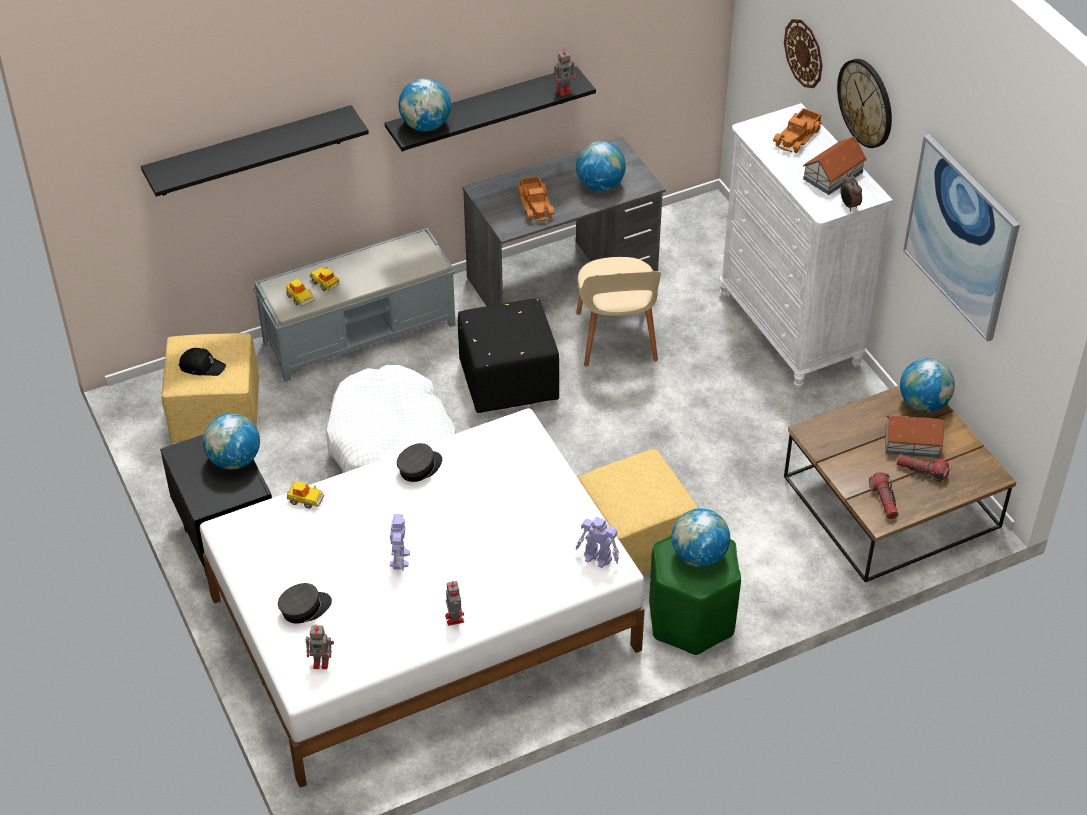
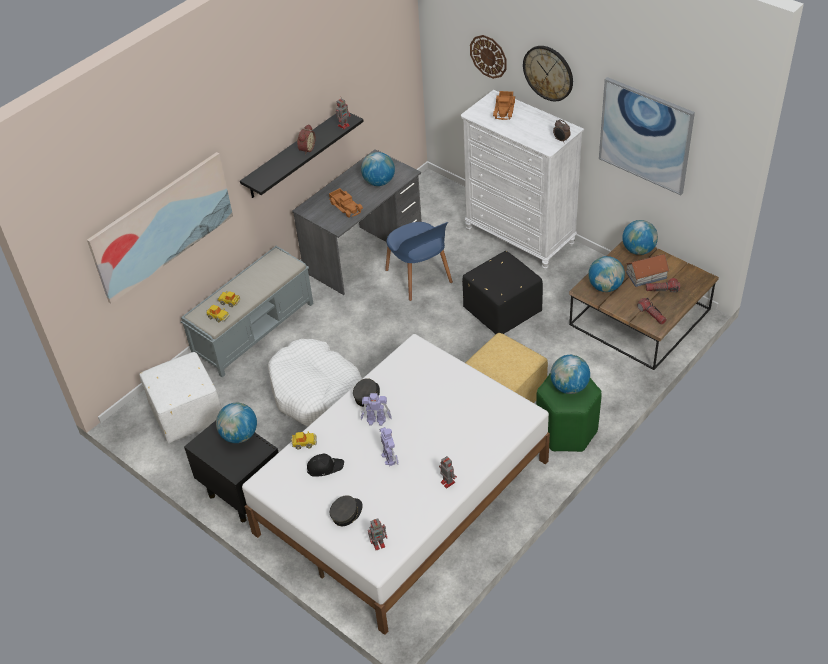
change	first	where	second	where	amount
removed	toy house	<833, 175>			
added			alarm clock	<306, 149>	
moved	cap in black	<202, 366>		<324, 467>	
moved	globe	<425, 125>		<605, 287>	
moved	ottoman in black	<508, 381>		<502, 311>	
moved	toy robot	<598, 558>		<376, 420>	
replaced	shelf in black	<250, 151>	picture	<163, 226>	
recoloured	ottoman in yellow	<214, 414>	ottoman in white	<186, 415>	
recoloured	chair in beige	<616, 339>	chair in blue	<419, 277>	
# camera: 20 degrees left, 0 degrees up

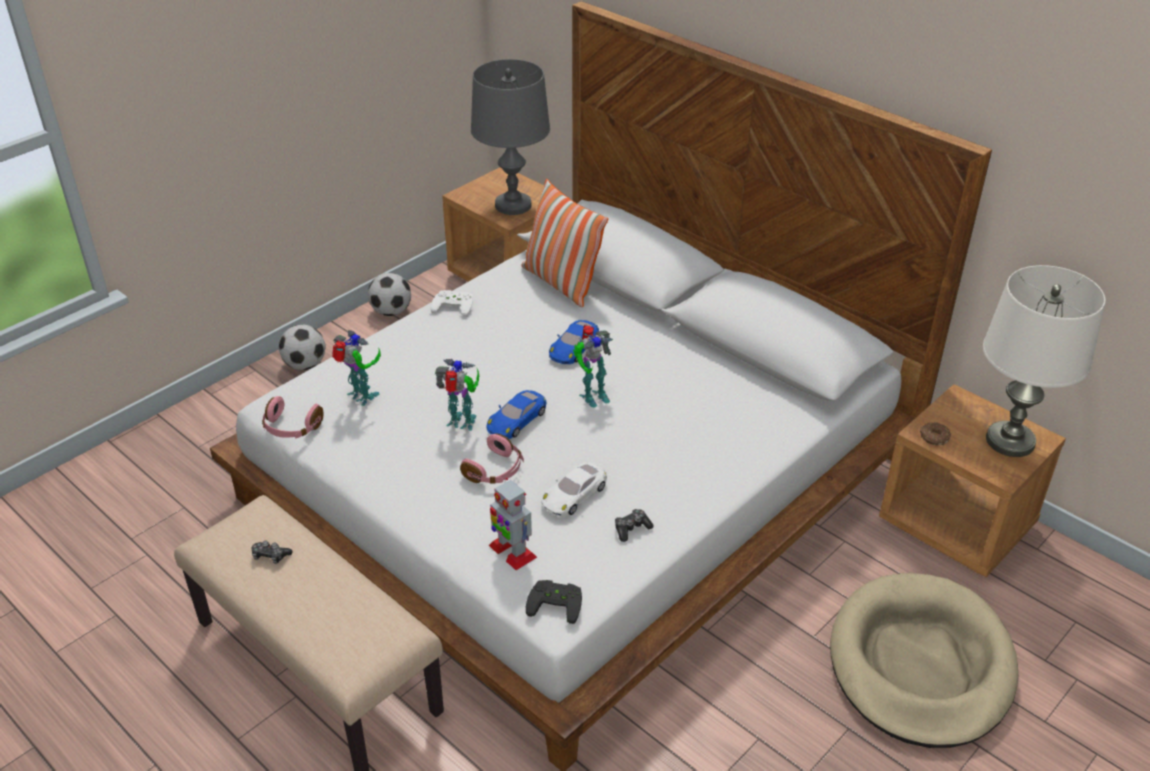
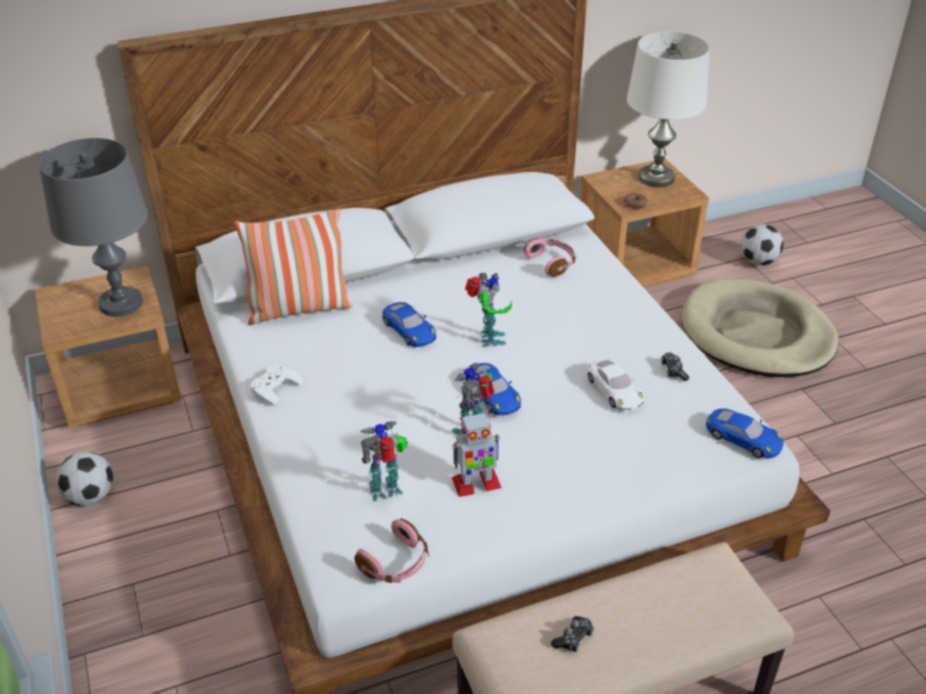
change	first	where	second	where	amount
moved	football	<305, 365>		<758, 262>	
moved	headphones in pink	<495, 470>		<552, 263>	
moved	toy robot	<512, 551>		<476, 483>	
replaced	game controller in black	<556, 602>	toy car in blue	<743, 438>	
# camera: 65 degrees left, 0 degrees up

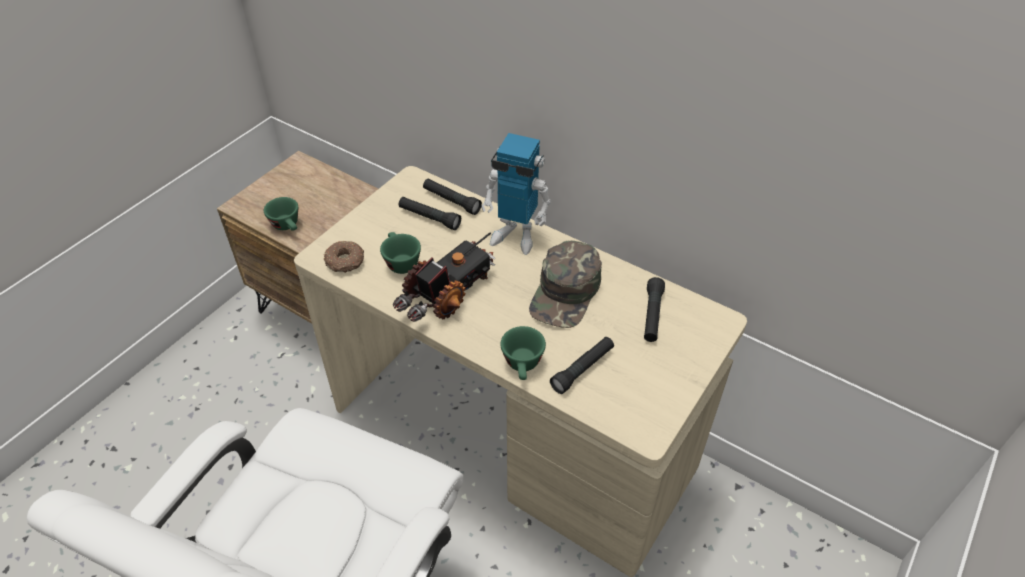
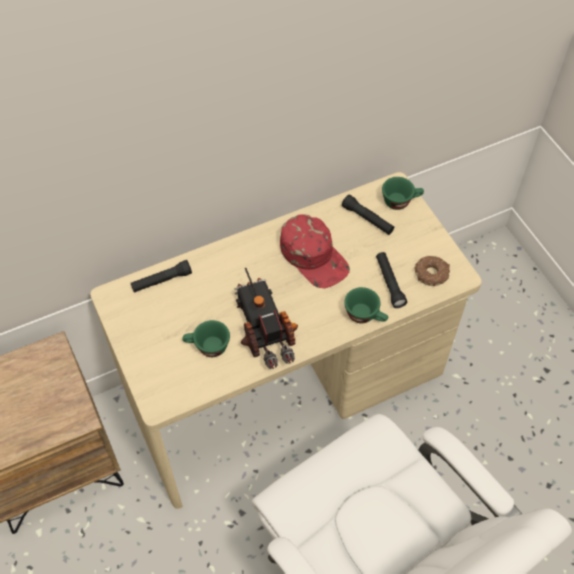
change	first	where	second	where	amount
removed	flashlight in black	<429, 218>			
removed	toy robot	<515, 235>			
moved	cup in green	<288, 226>		<401, 201>	
moved	donut	<345, 262>		<432, 274>	
recoloured	cap in green	<566, 292>	cap in red	<314, 256>	
# camera: 60 degrees left, 10 degrees up

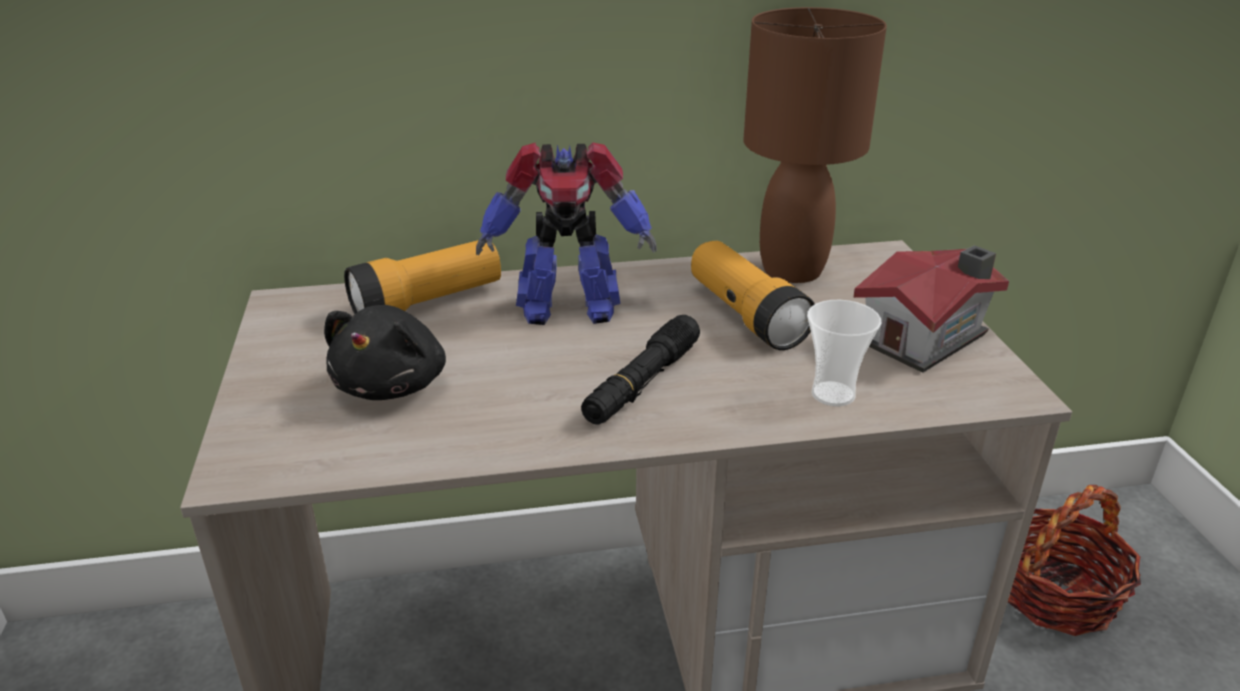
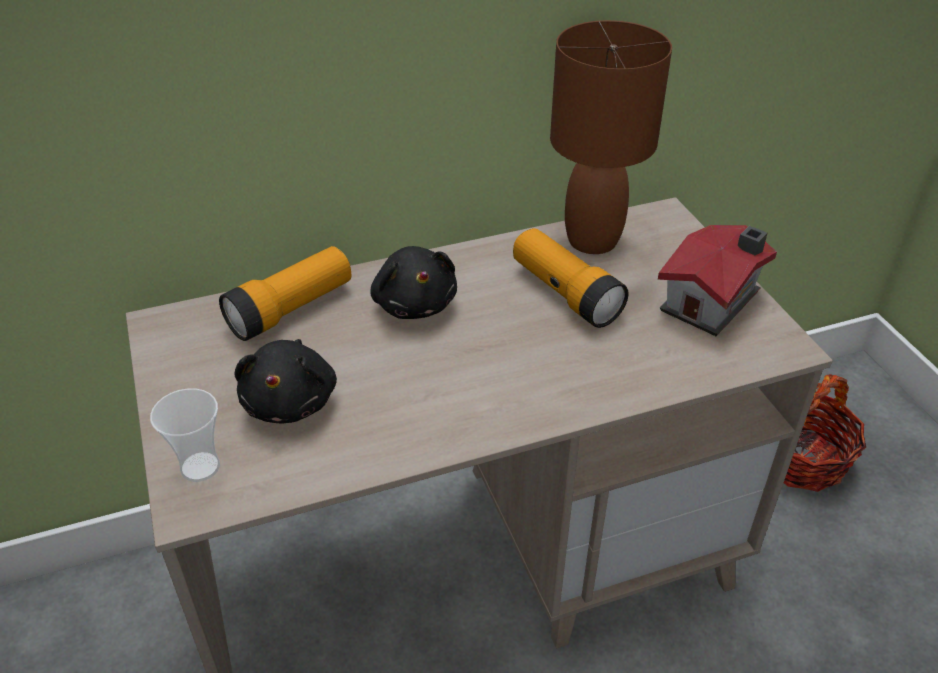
change	first	where	second	where	amount
removed	flashlight in black	<642, 383>			
moved	cup	<833, 394>		<200, 467>	
replaced	toy robot	<567, 309>	plush toy in black	<414, 303>	
# camera: 10 degrees left, 10 degrees up

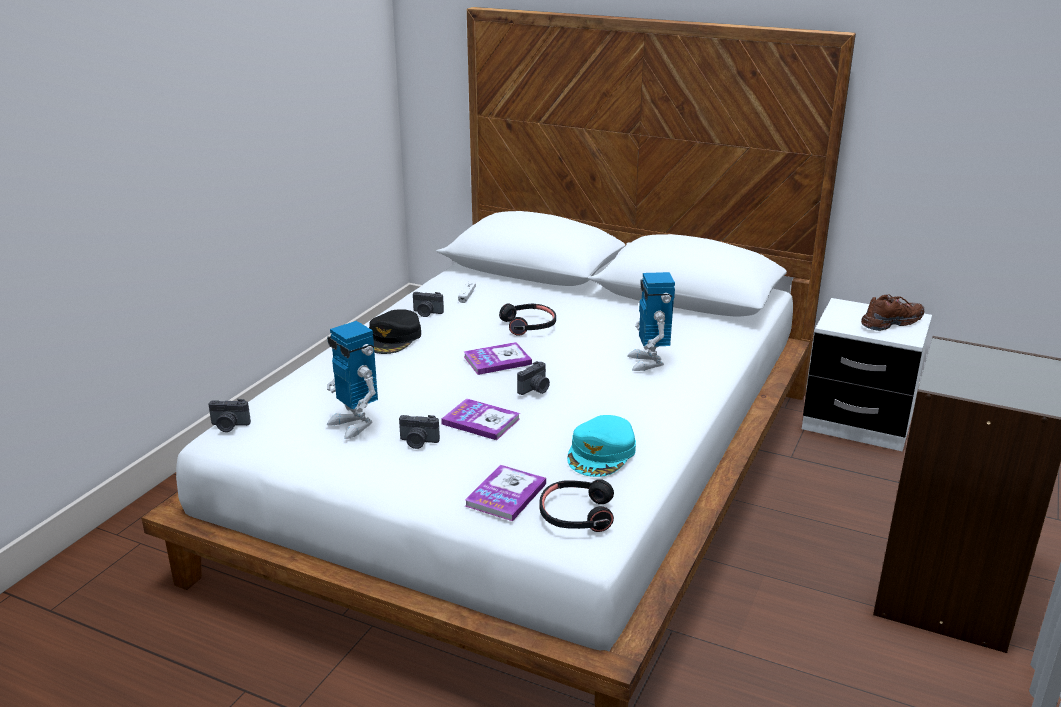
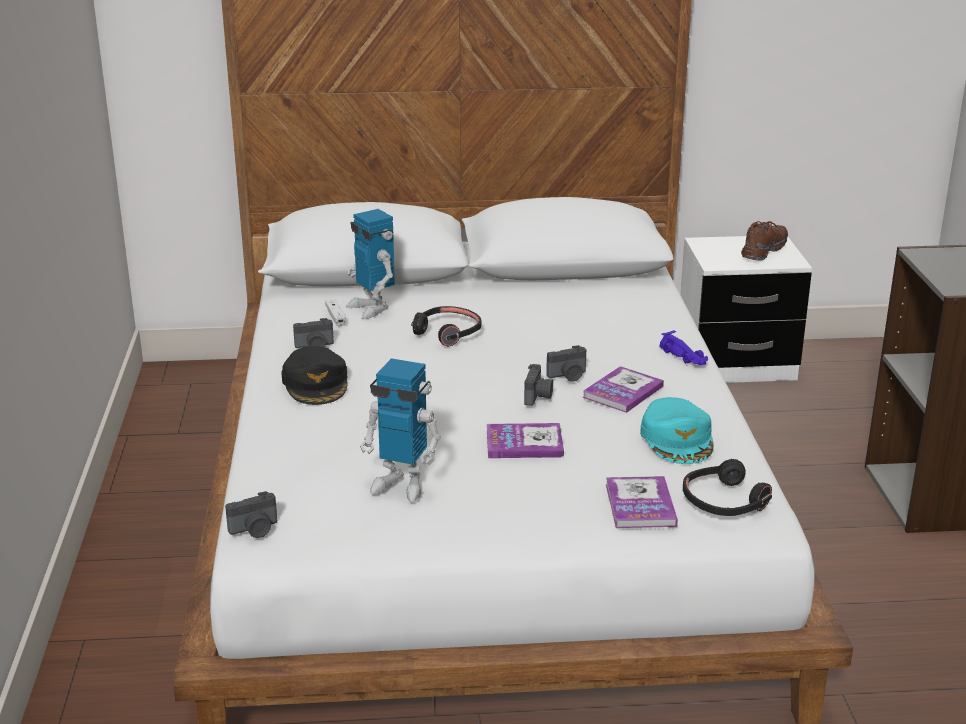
change	first	where	second	where	amount
added			toy car in purple	<684, 357>	
moved	photo camera	<418, 442>		<568, 376>	
moved	book	<497, 360>		<623, 392>	
moved	toy robot	<648, 362>		<372, 308>	
# camera: 30 degrees left, 0 degrees up

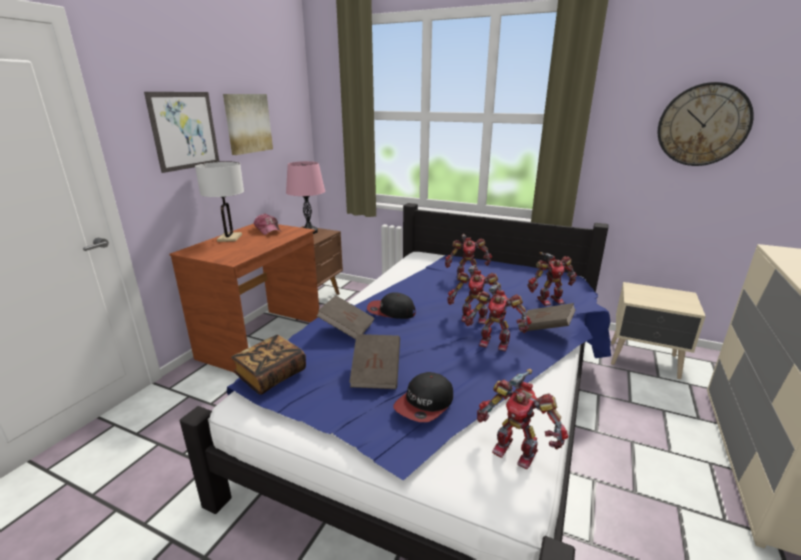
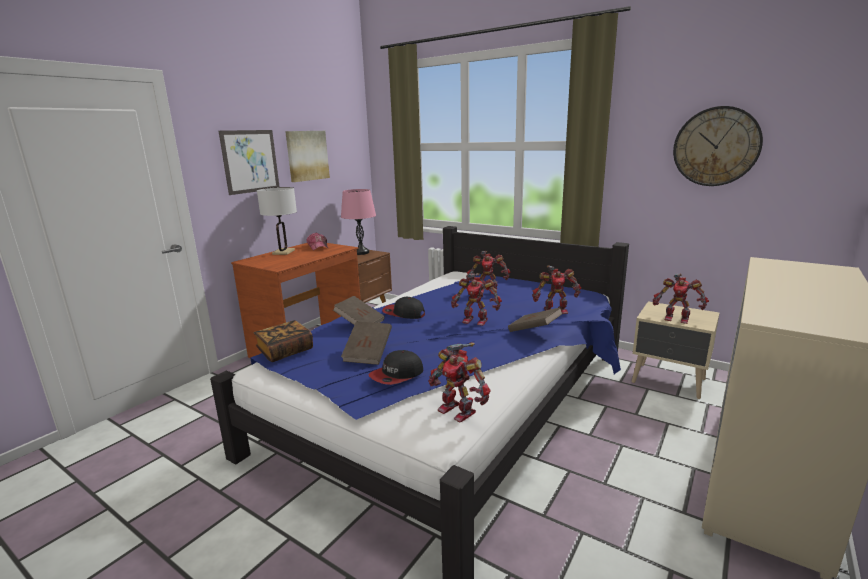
change	first	where	second	where	amount
moved	toy robot	<494, 342>		<676, 318>	
# camera: 10 degrees right, 5 degrees down

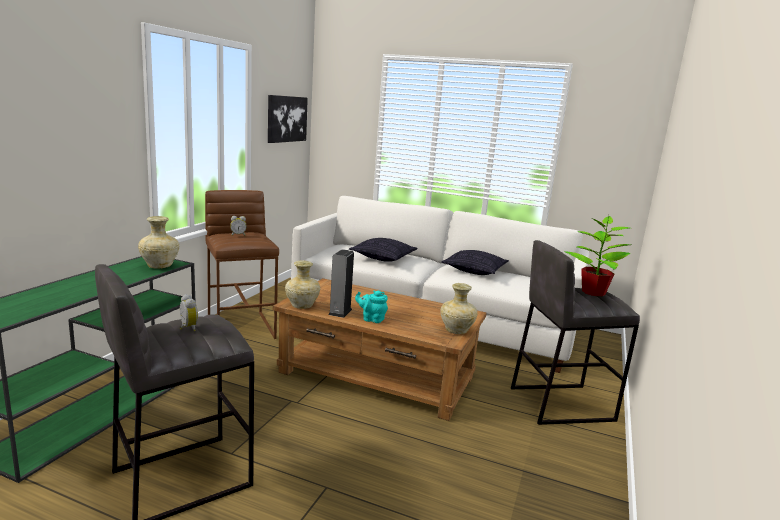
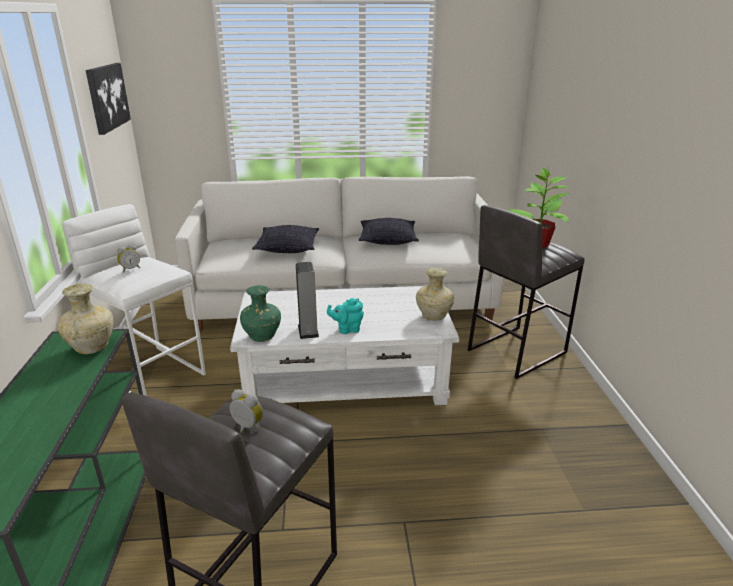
change	first	where	second	where	amount
recoloured	stool in brown	<241, 327>	stool in white	<153, 374>	
recoloured	coffee table in brown	<377, 375>	coffee table in white	<345, 380>	
recoloured	vase in beige	<301, 306>	vase in green	<261, 337>	
# camera: 25 degrees left, 10 degrees up

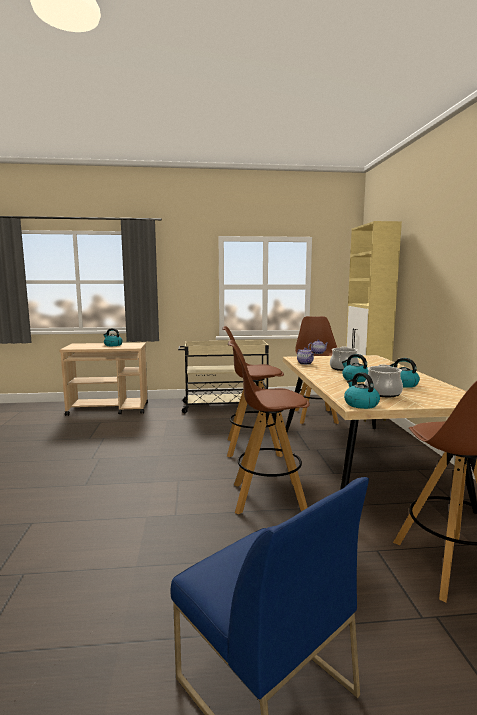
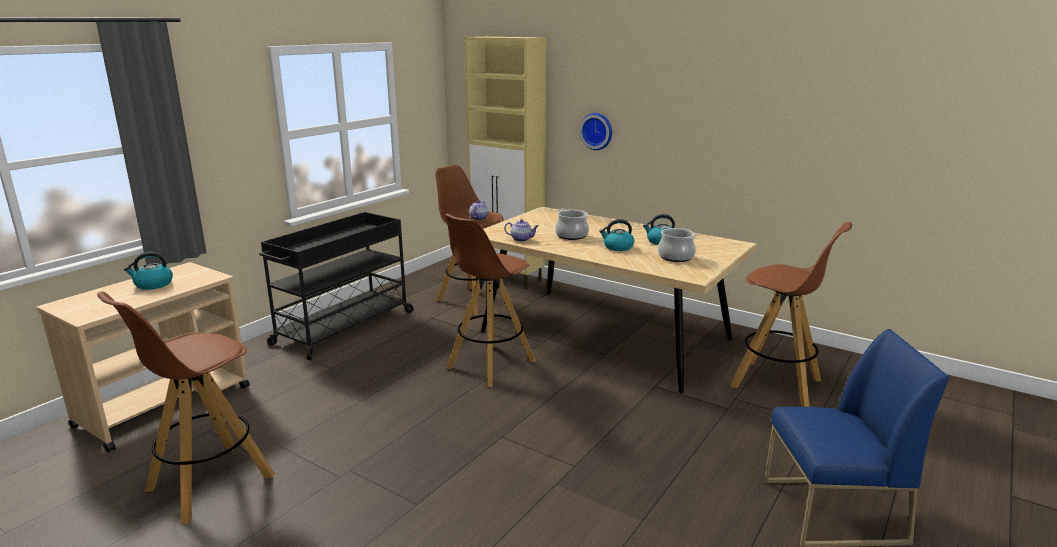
change	first	where	second	where	amount
removed	kettle	<360, 404>			
added			wall clock	<597, 131>	
moved	stool in brown	<267, 497>		<208, 483>	
recoloured	cart in beige	<225, 406>	cart in black	<343, 328>	
# camera: 50 degrees left, 10 degrees up

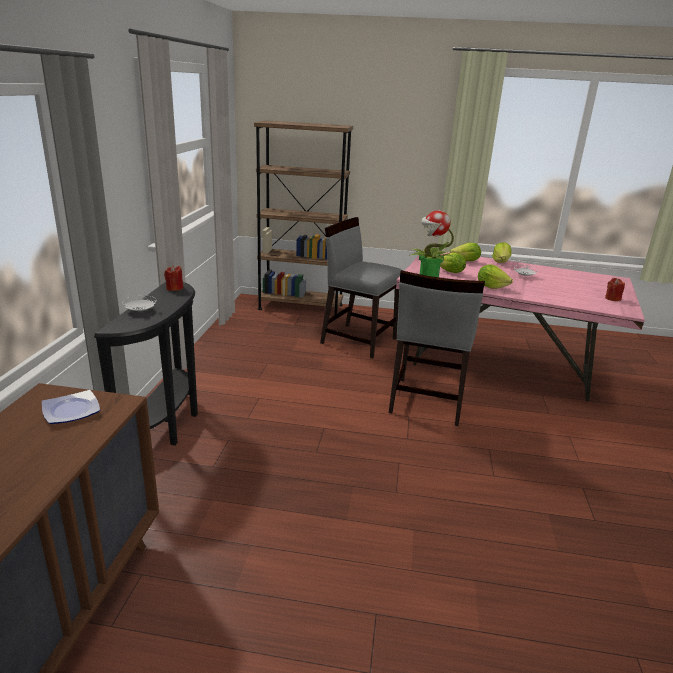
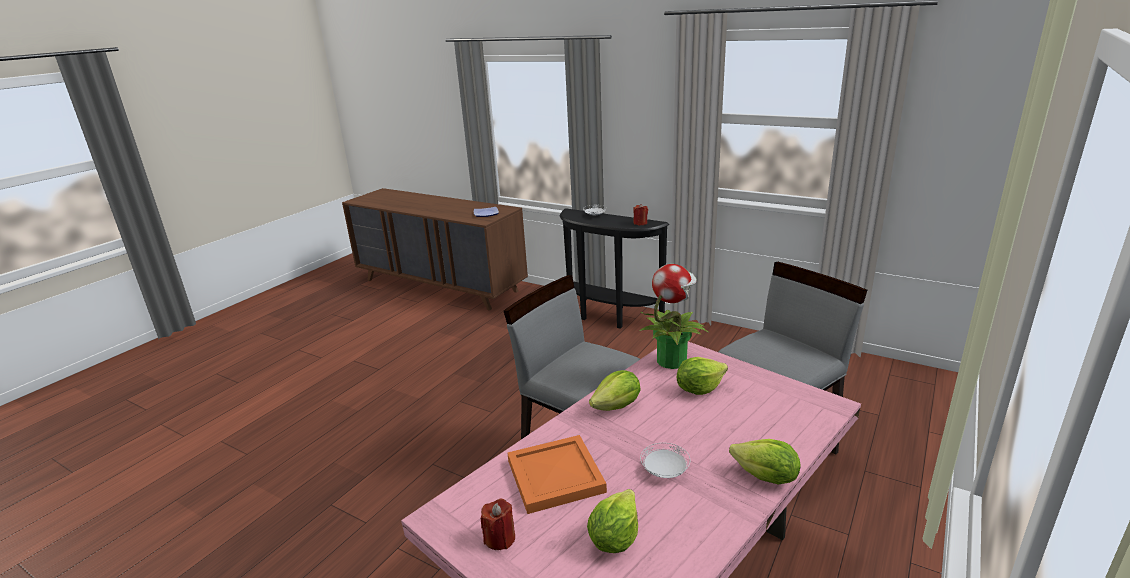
change	first	where	second	where	amount
removed	bookcase in brown	<300, 307>			
added			tray in orange	<554, 477>	
moved	lettuce	<466, 261>		<614, 538>	
# camera: 115 degrees right, 0 degrees up

